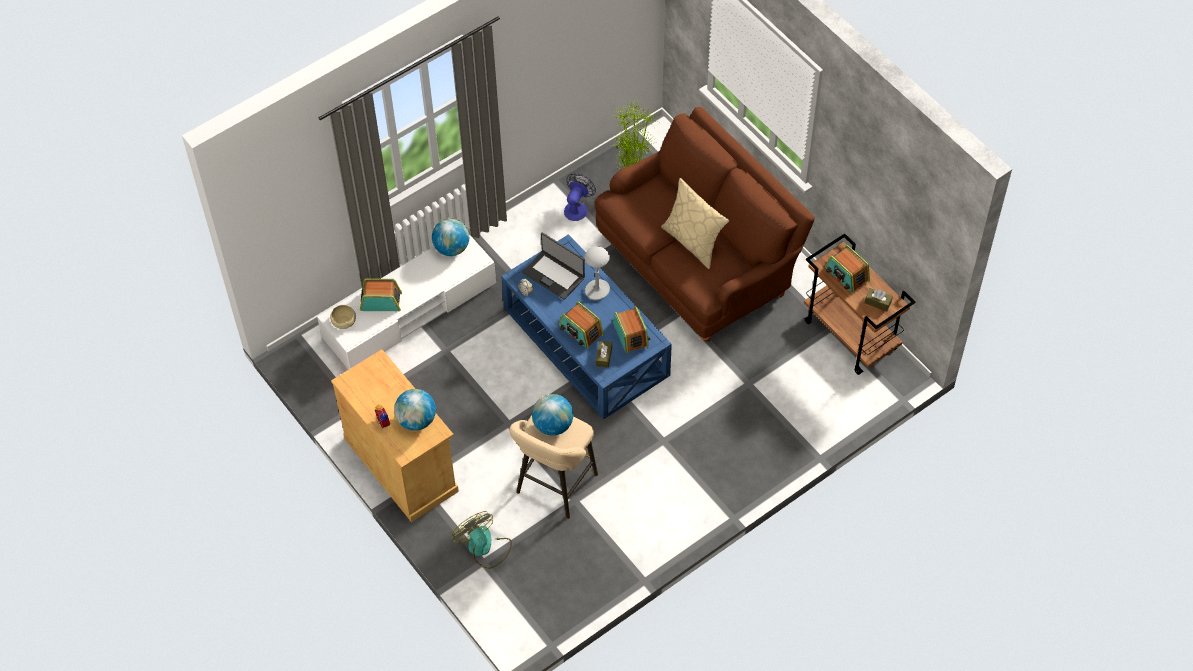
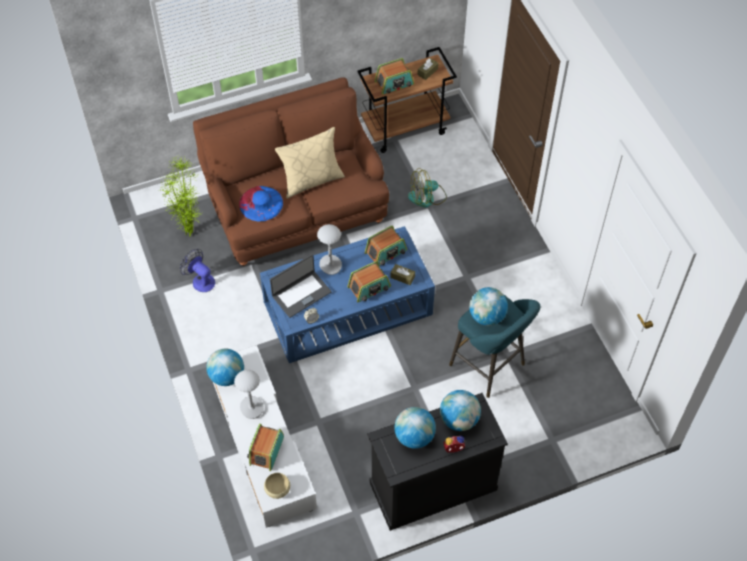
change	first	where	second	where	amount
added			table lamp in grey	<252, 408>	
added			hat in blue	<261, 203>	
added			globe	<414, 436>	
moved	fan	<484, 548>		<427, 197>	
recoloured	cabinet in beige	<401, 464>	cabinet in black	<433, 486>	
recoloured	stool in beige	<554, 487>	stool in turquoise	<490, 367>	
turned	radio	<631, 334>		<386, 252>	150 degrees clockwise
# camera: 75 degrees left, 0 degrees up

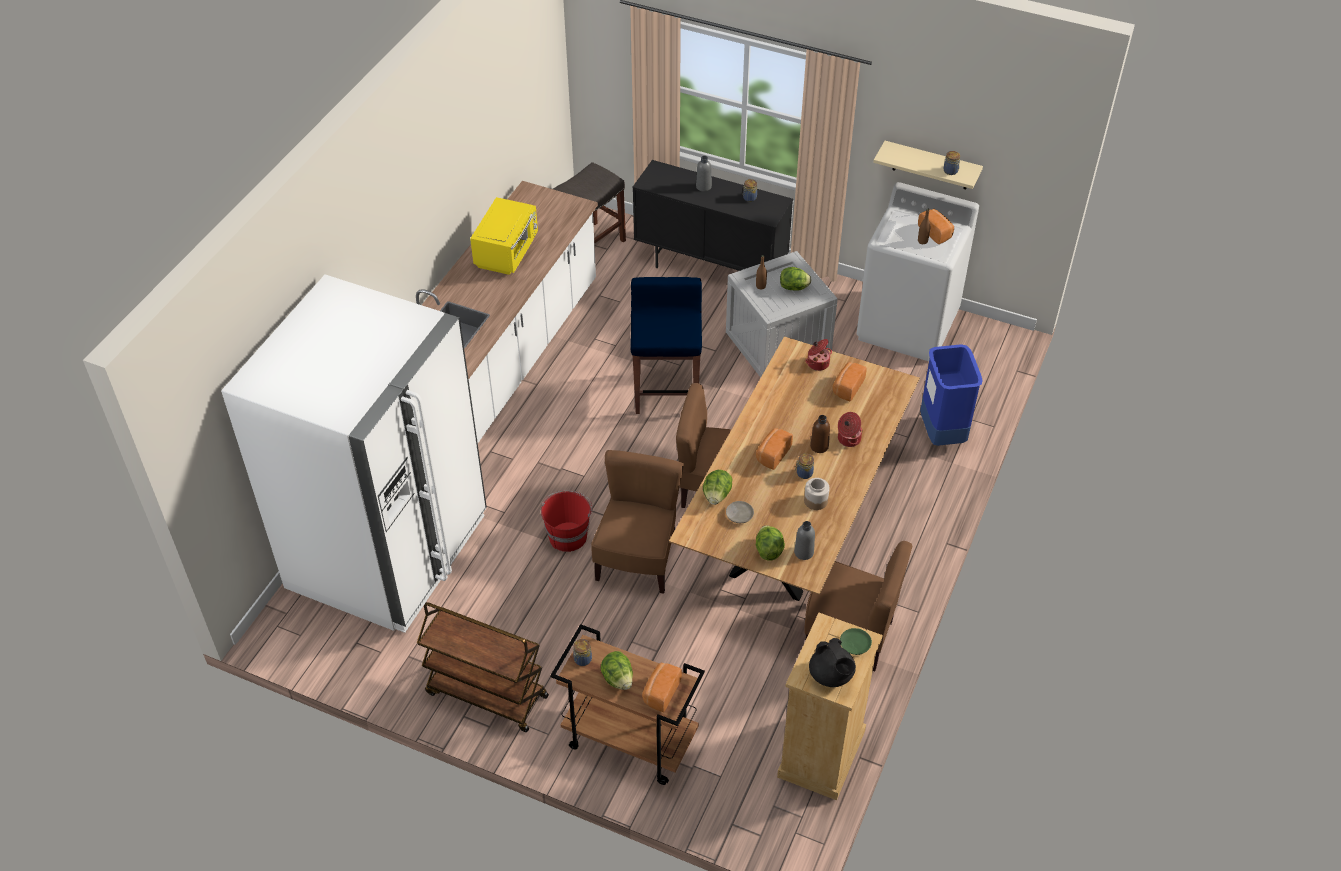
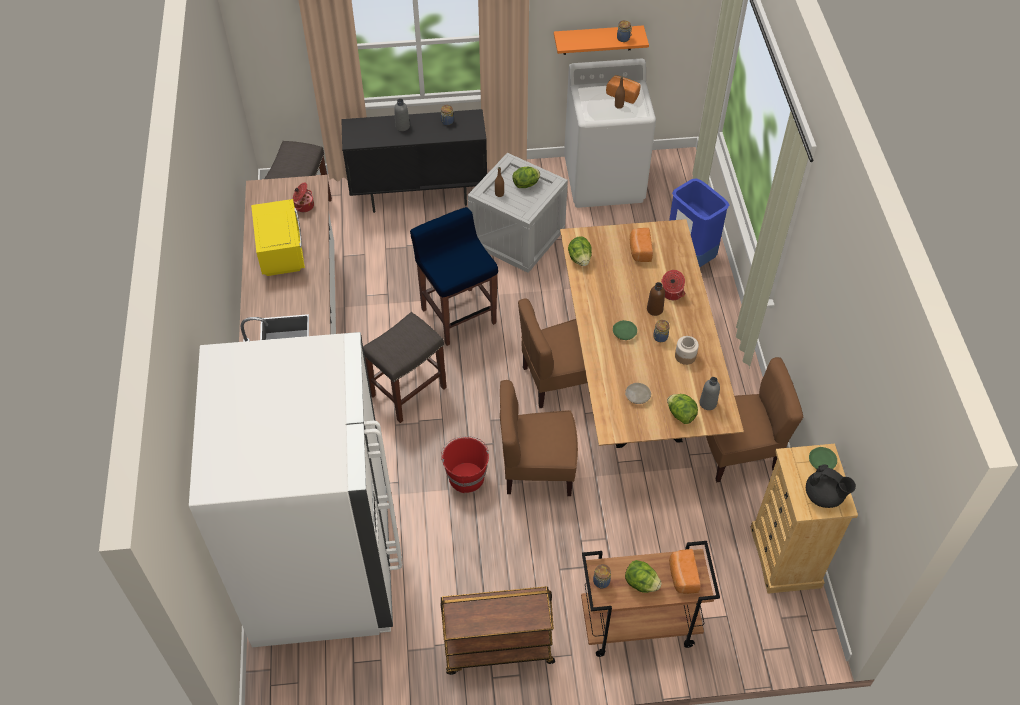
change	first	where	second	where	amount
added			stool in grey	<408, 390>	
moved	lettuce	<717, 495>		<580, 259>	
moved	cooking pot	<817, 363>		<303, 205>	
replaced	bread	<772, 454>	plate in green	<624, 332>	
recoloured	shelf in beige	<931, 166>	shelf in orange	<597, 40>	
turned	chair in brown	<637, 560>		<537, 469>	75 degrees counterclockwise
# camera: 30 degrees left, 5 degrees up

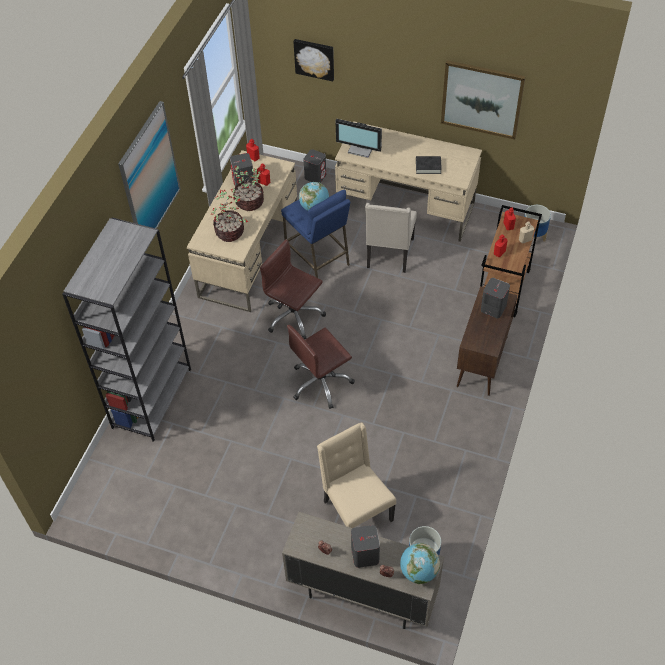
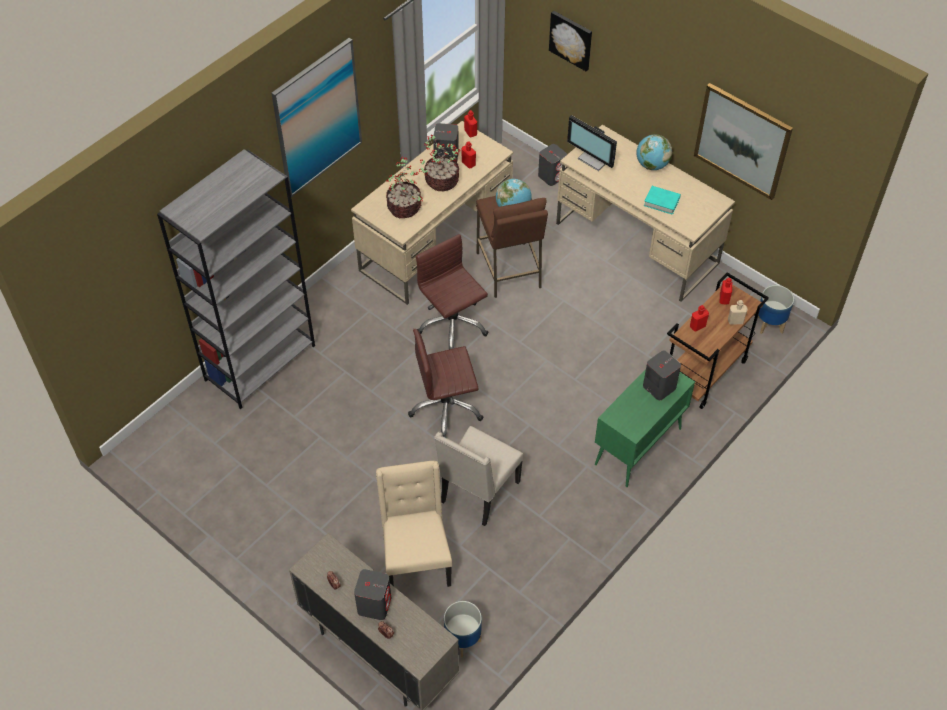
change	first	where	second	where	amount
moved	chair in beige	<389, 254>		<478, 493>	
moved	globe	<418, 571>		<652, 165>	
recoloured	stool in blue	<318, 259>	stool in brown	<509, 270>	
recoloured	book in black	<428, 167>	book in turquoise	<661, 202>	
recoloured	cabinet in brown	<482, 362>	cabinet in green	<637, 447>	
# camera: 20 degrees right, 0 degrees up

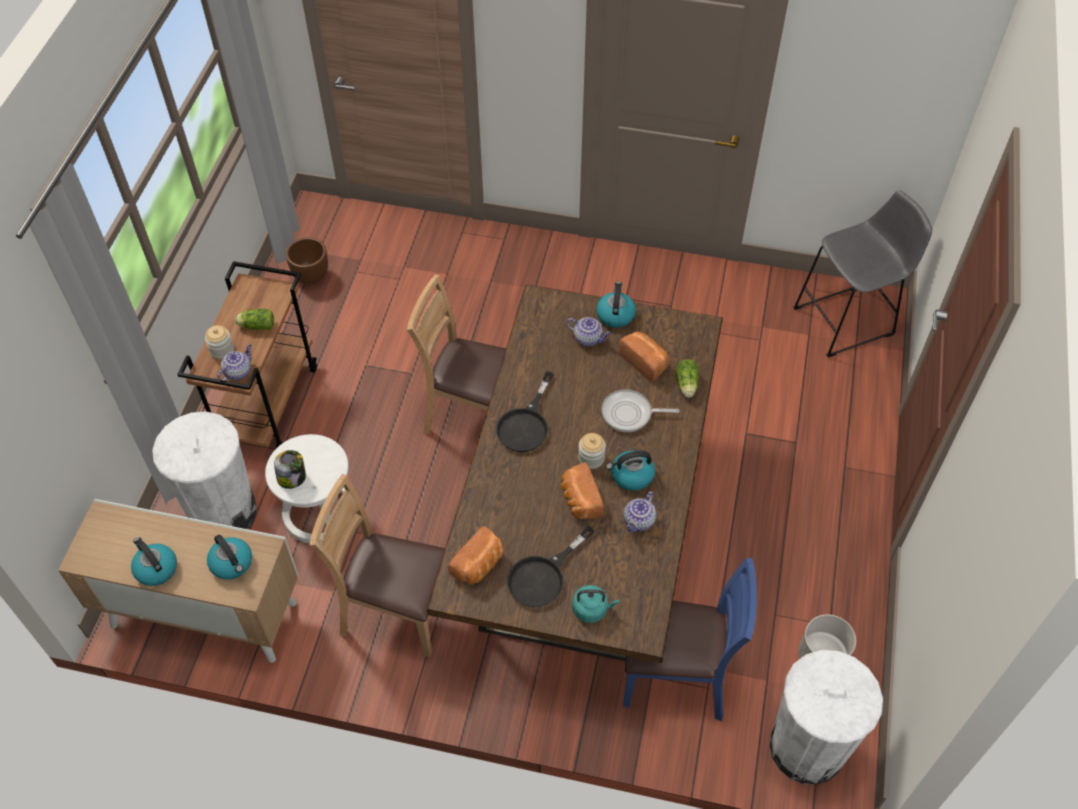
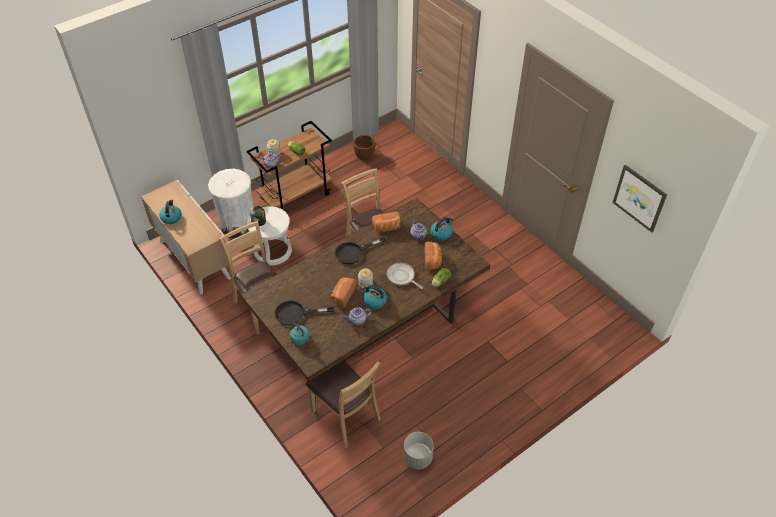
change	first	where	second	where	amount
removed	kettle	<232, 563>			
removed	trash can in white	<807, 748>			
removed	stool in grey	<849, 320>			
added			picture	<640, 198>	
moved	bread	<479, 565>		<387, 228>	
recoloured	chair in blue	<676, 676>	chair in brown	<345, 416>	
# camera: 40 degrees right, 5 degrees down

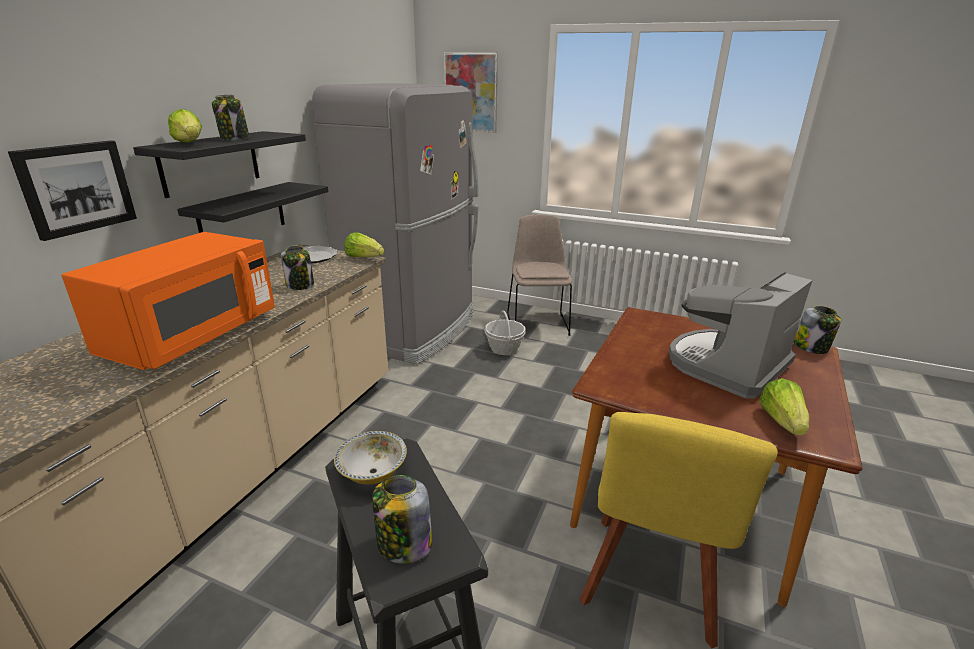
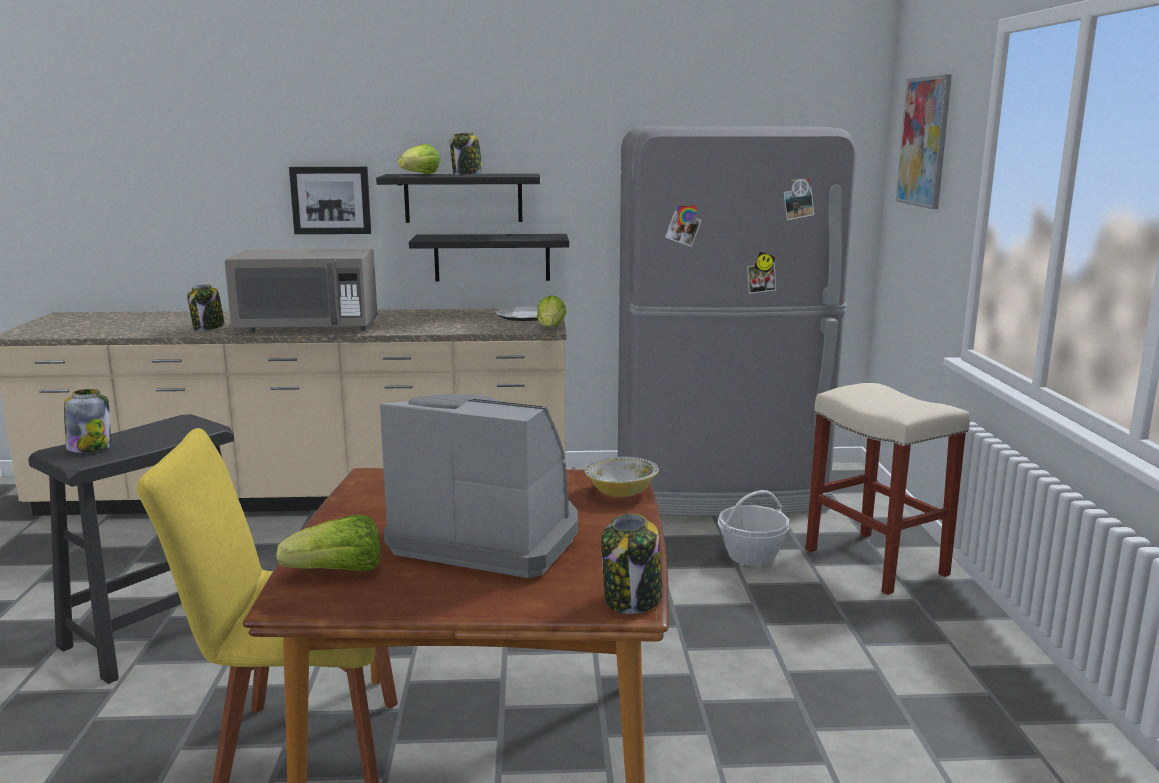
change	first	where	second	where	amount
moved	jar	<300, 285>		<208, 328>	
moved	bowl	<372, 472>		<621, 492>	
replaced	chair in beige	<537, 323>	stool in beige	<877, 562>	
recoloured	microwave in orange	<192, 336>	microwave in grey	<308, 328>	
# camera: 65 degrees right, 10 degrees down

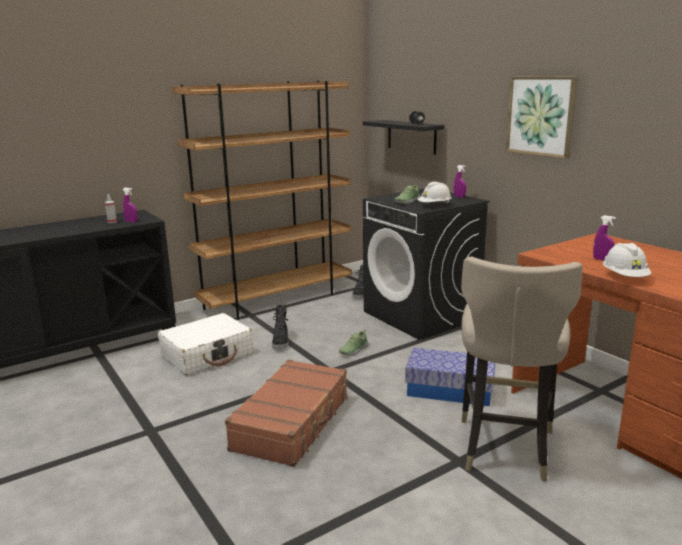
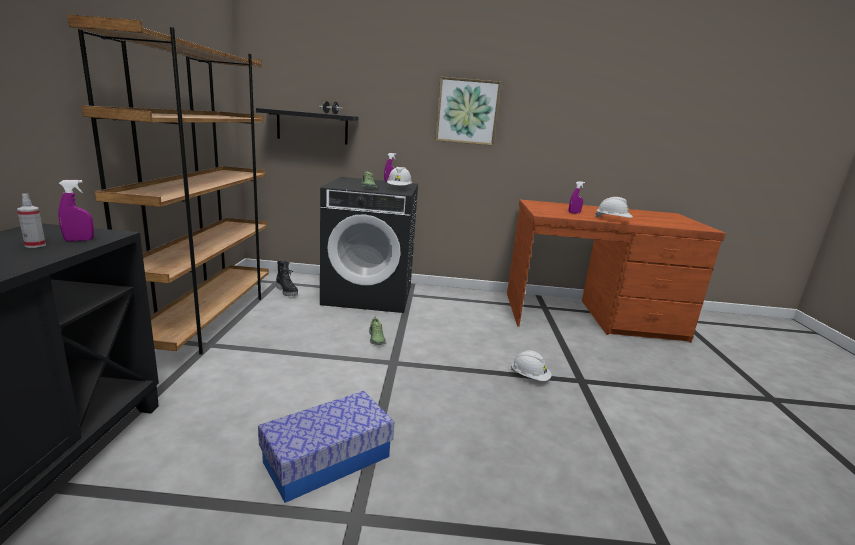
change	first	where	second	where	amount
removed	suitcase in white	<208, 355>			
removed	suitcase in brown	<293, 423>			
removed	boot in black	<281, 342>			
removed	stool in beige	<504, 447>			
added			hard hat in white	<529, 377>	
moved	storage box	<450, 390>		<327, 459>	
# camera: 55 degrees left, 0 degrees up

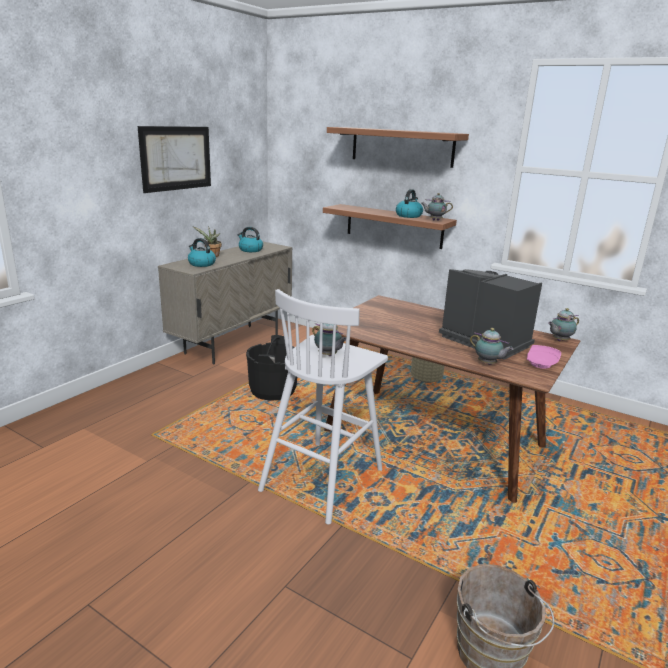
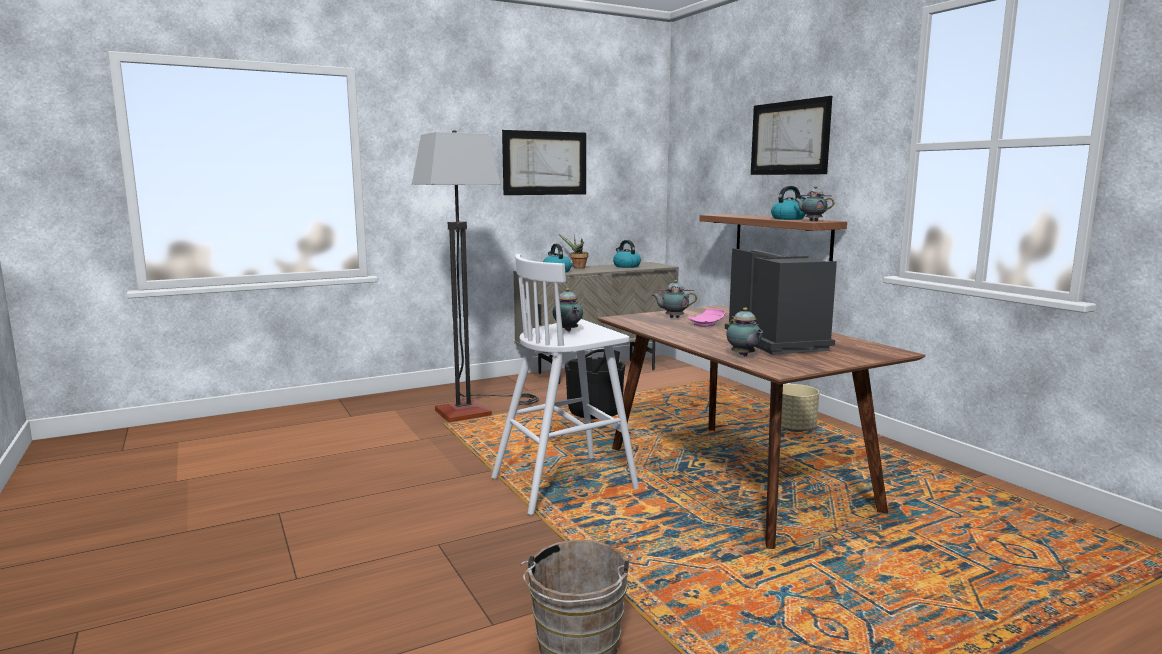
change	first	where	second	where	amount
added			floor lamp	<476, 409>	
moved	plate in pink	<541, 363>		<706, 324>	
moved	teapot	<559, 340>		<673, 317>	
replaced	shelf	<402, 146>	picture	<789, 138>	
# camera: 30 degrees right, 10 degrees down

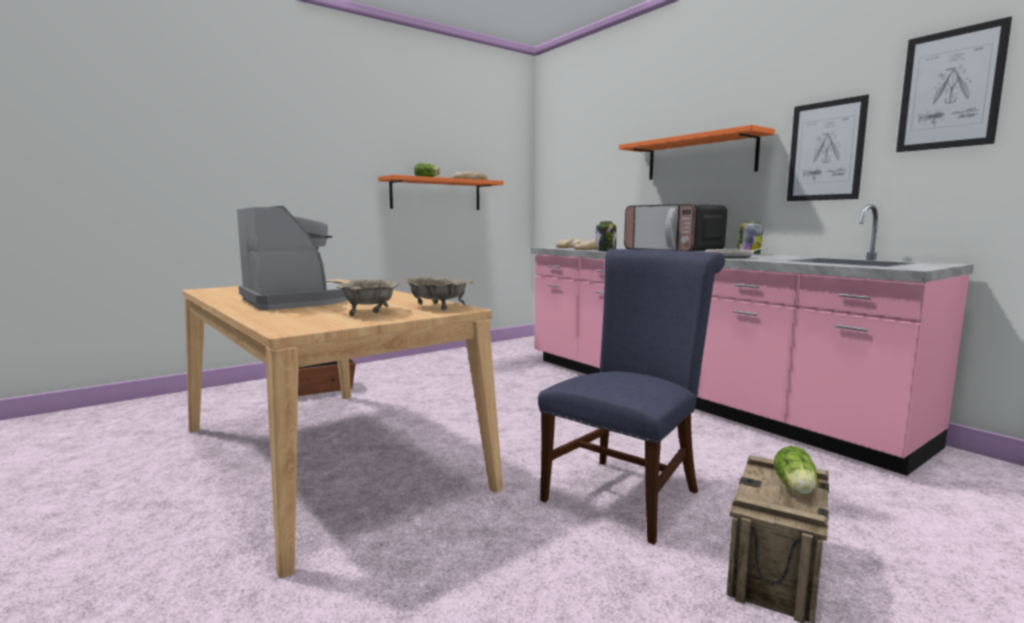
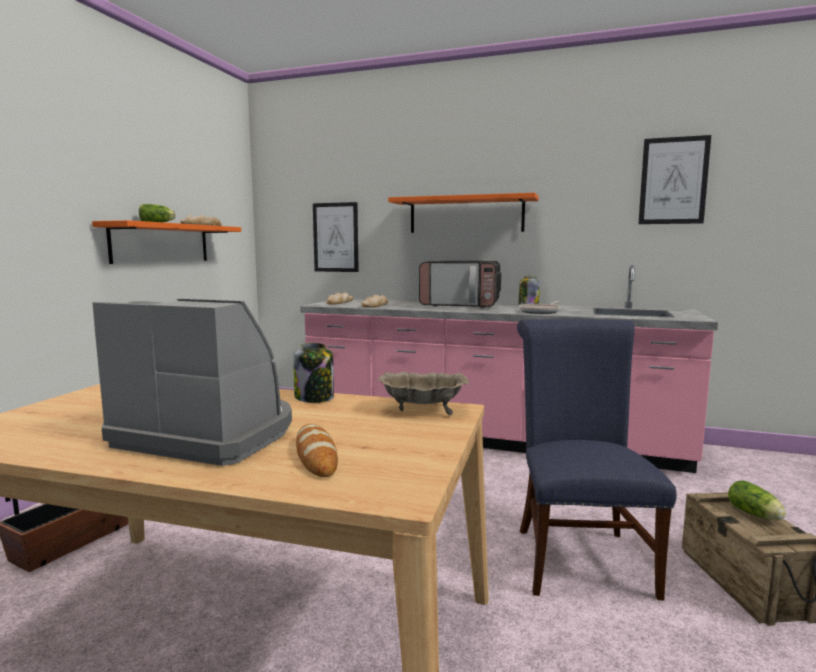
change	first	where	second	where	amount
removed	bowl in beige	<369, 312>			
added			bread	<316, 455>	
moved	jar	<606, 251>		<315, 398>	
moved	picture	<825, 151>		<335, 237>	
# camera: 35 degrees left, 0 degrees up

